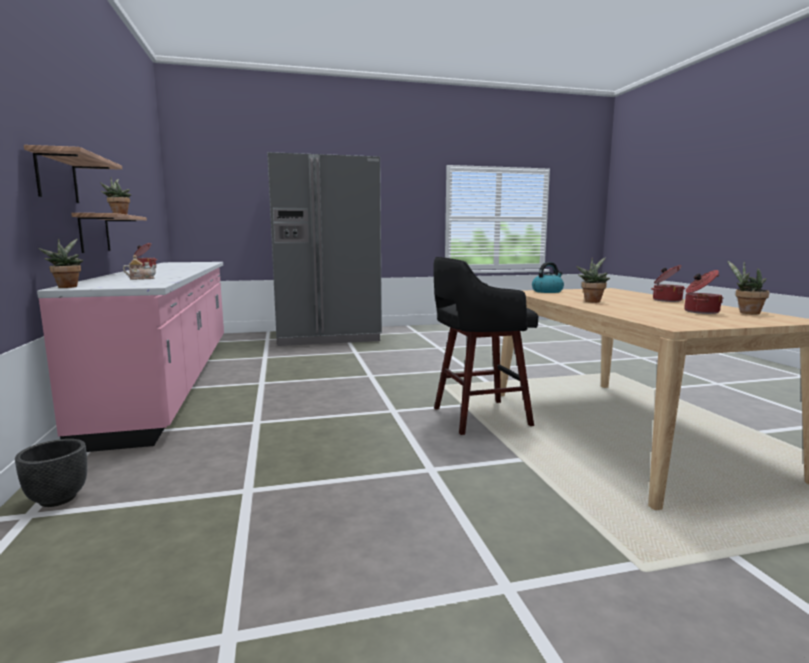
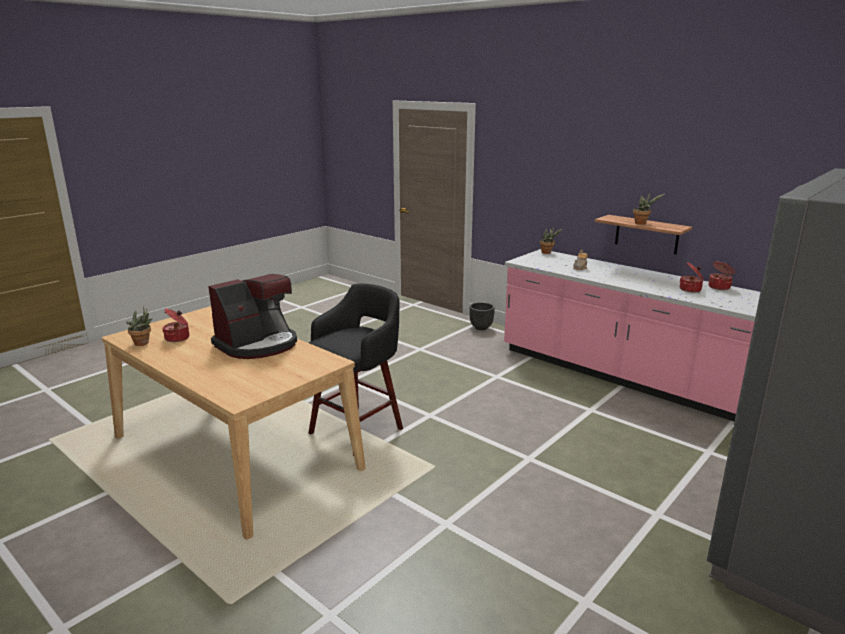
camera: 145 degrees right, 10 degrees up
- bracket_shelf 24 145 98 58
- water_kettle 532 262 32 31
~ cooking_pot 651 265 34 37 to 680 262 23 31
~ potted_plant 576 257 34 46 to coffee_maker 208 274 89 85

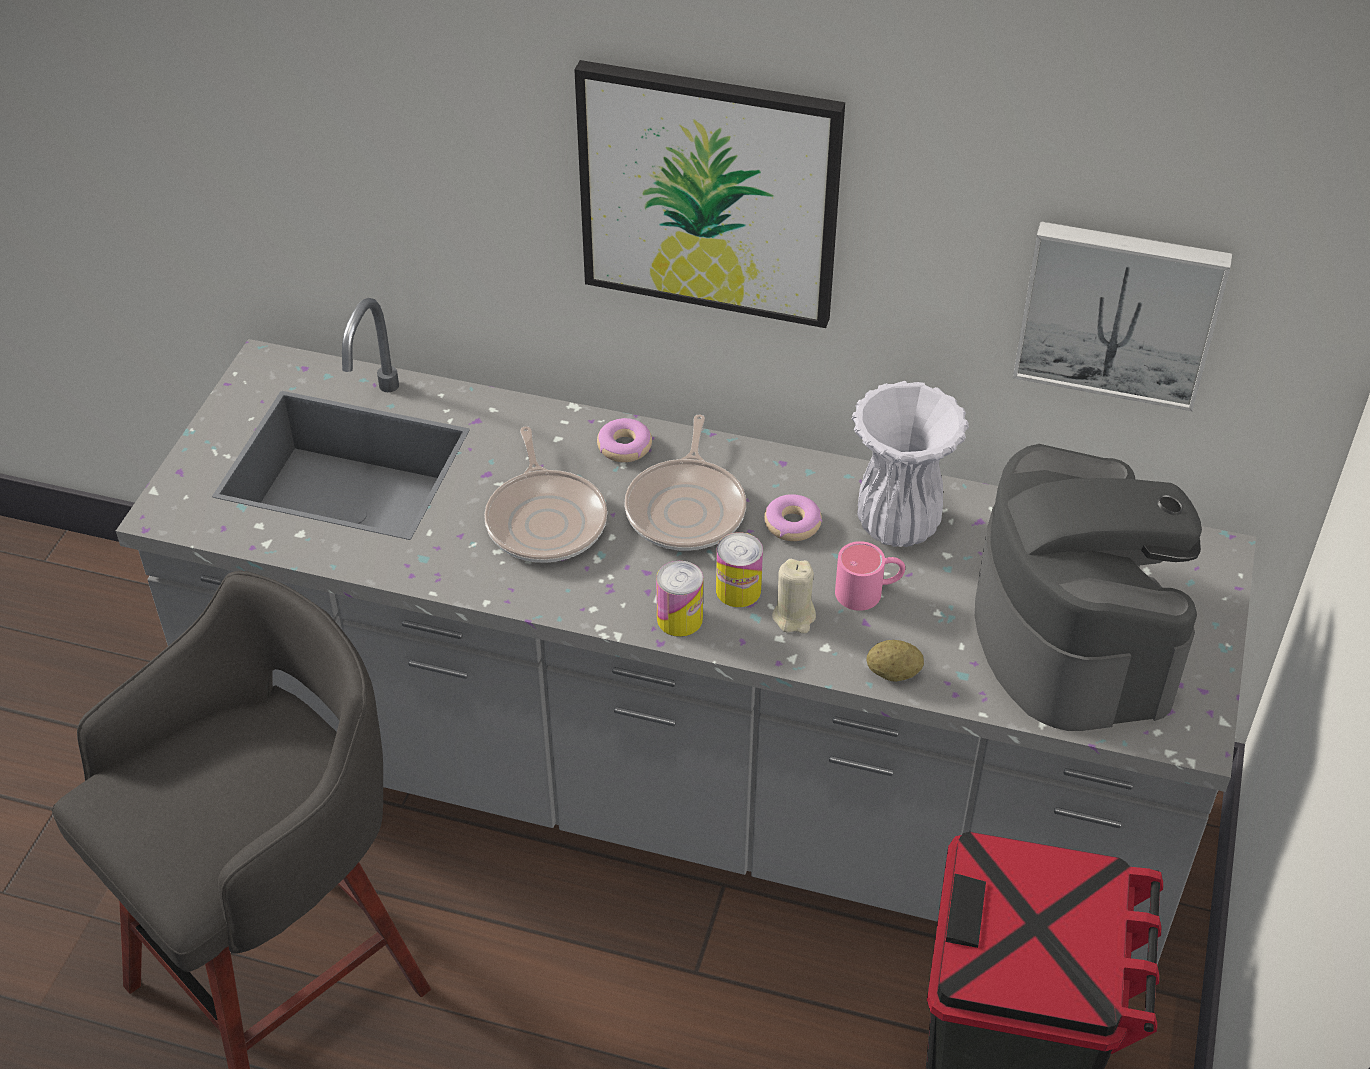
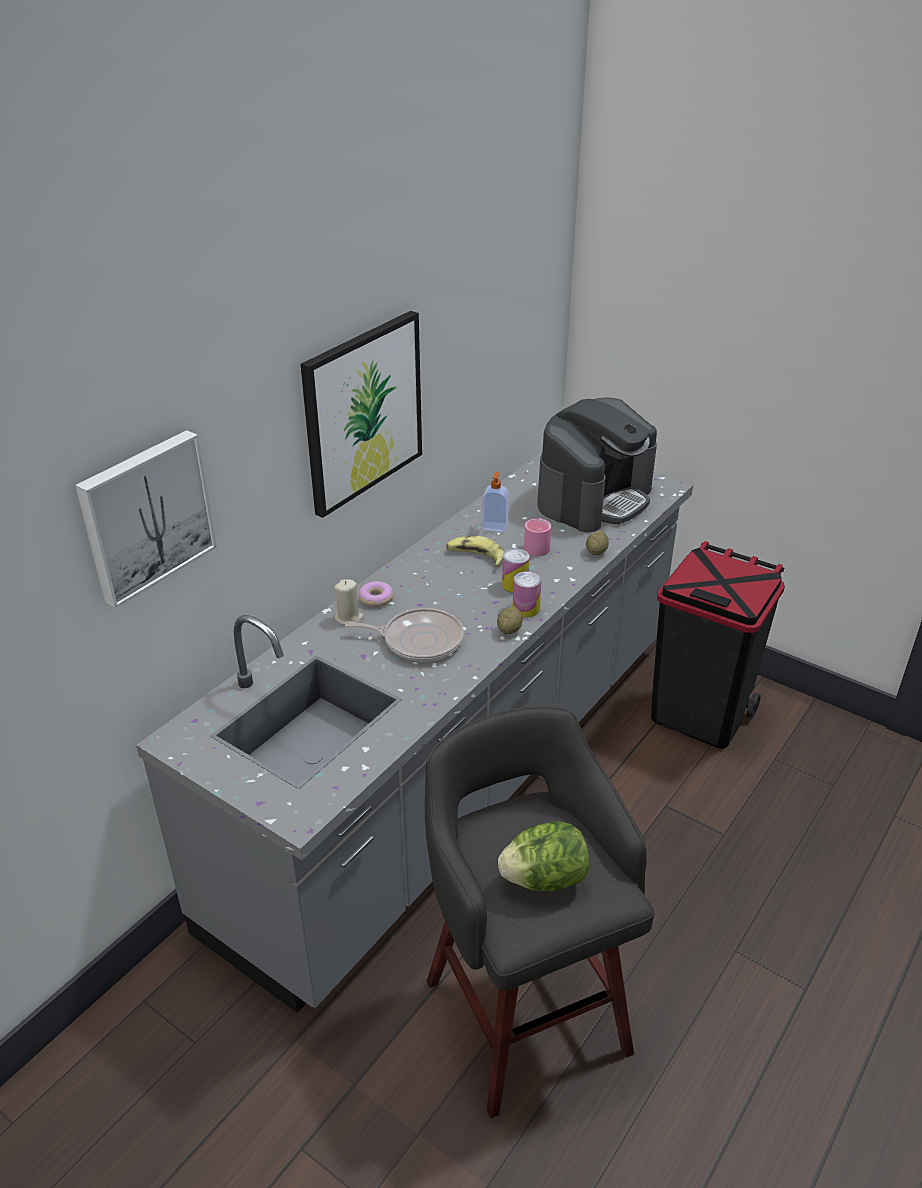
camera: 70 degrees left, 10 degrees down
- pan 624 414 122 137
+ whole_potato 497 607 26 27
+ lettuce 498 821 91 70
~ sand-coloured_wax_light 772 559 44 75 to 334 579 30 46
~ wall_picture 1013 221 219 190 to 75 430 142 178
~ doughnut 764 494 58 47 to banana_fruit 446 536 58 31
~ white_decorative_vase 852 381 117 166 to liquid_soap_bottle 482 472 27 60
~ coffee_maker 975 444 227 287 = 537 397 120 135 120 degrees clockwise

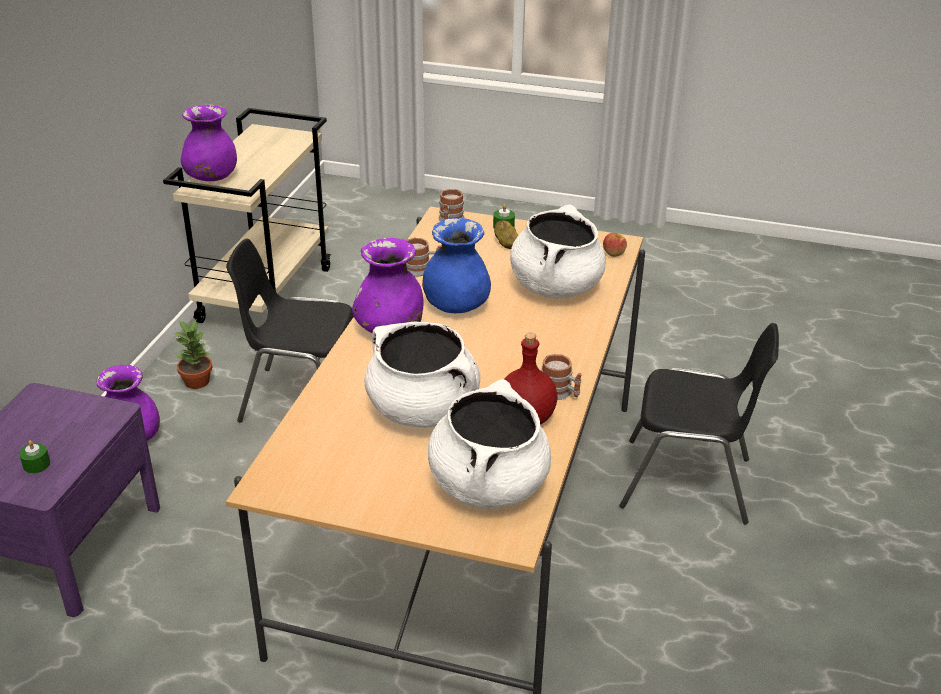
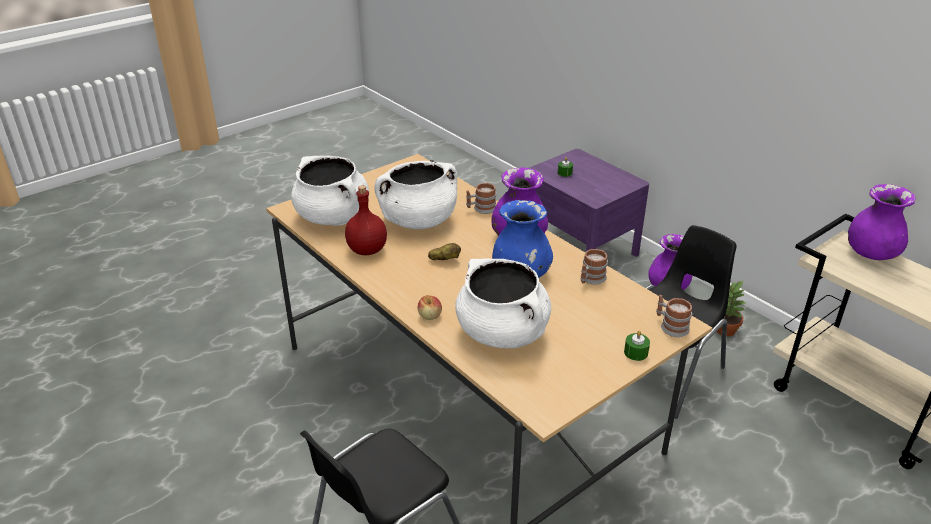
camera: 125 degrees right, 0 degrees up
~ whole_potato 494 220 24 29 to 428 243 33 17
~ tea_mug 541 354 41 46 to 466 183 30 31
~ apple_fruit 603 233 24 24 to 417 295 25 25

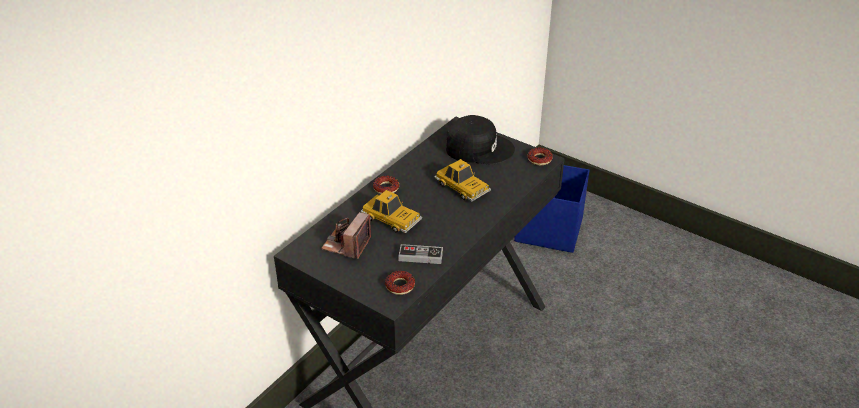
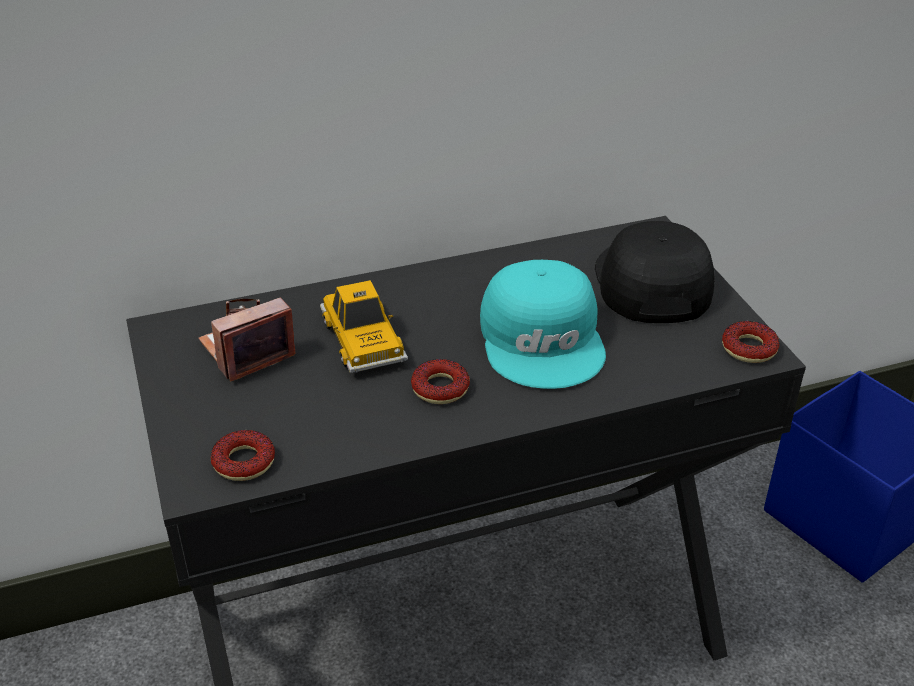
camera: 35 degrees right, 0 degrees up
- gamepad 398 244 45 20
~ doughnut 373 175 26 19 to 411 359 59 45
~ model_car 434 159 57 42 to turquoise_peaked_cap 480 260 126 129
~ blackish_peaked_cap 446 115 69 49 = 595 221 120 102 135 degrees counterclockwise

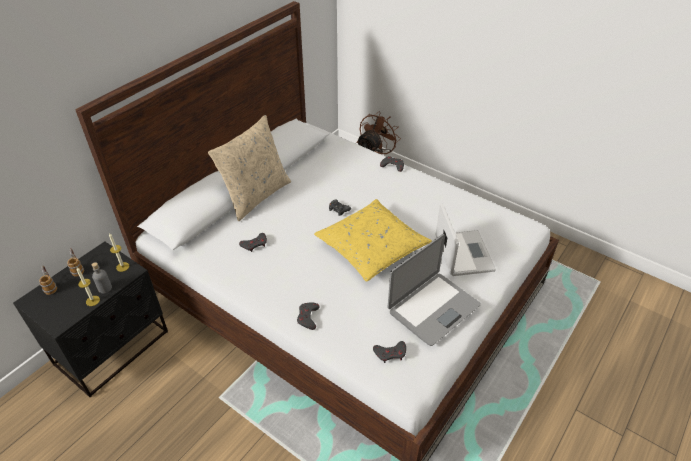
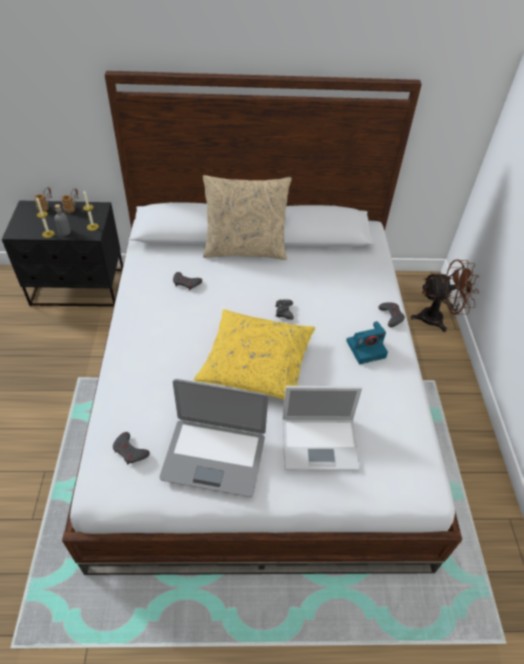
camera: 50 degrees right, 5 degrees up
- grey_gamepad 297 302 22 28
+ still_camera 346 321 42 43
~ notebook_computer 435 203 61 73 = 282 386 80 84 45 degrees clockwise

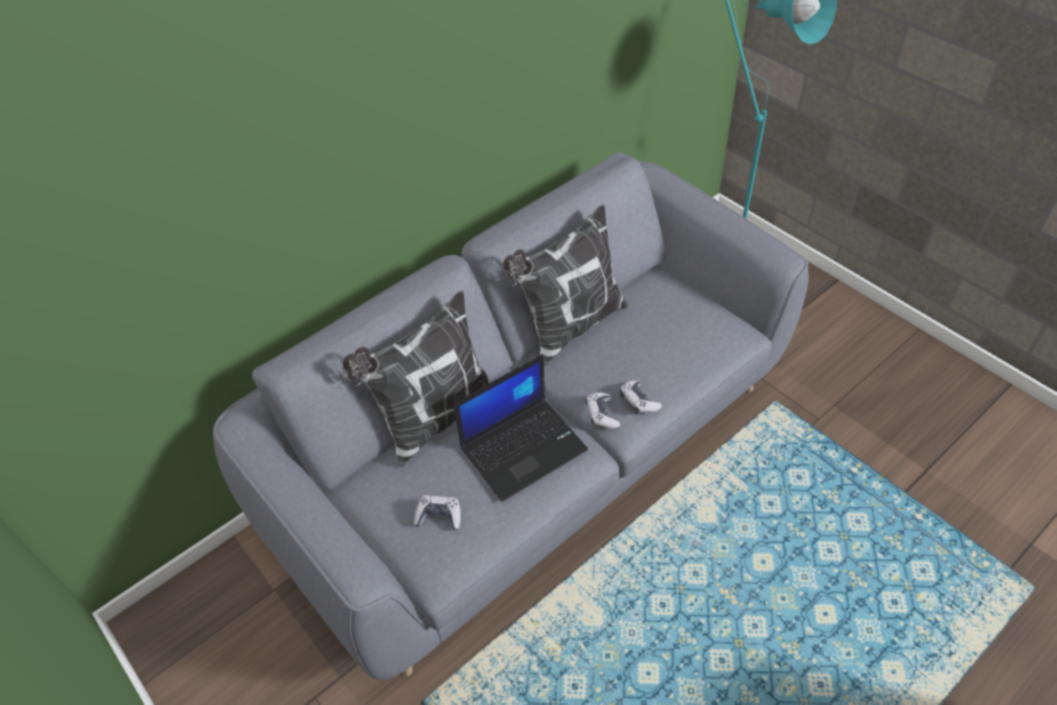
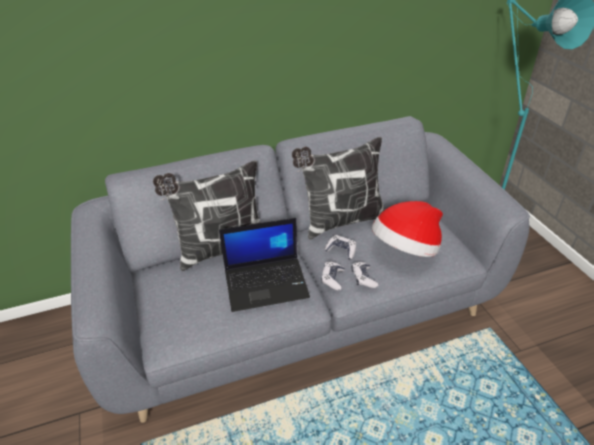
camera: 20 degrees right, 10 degrees down
+ hat 372 201 71 56
~ gamepad 414 495 47 35 to 324 235 32 24

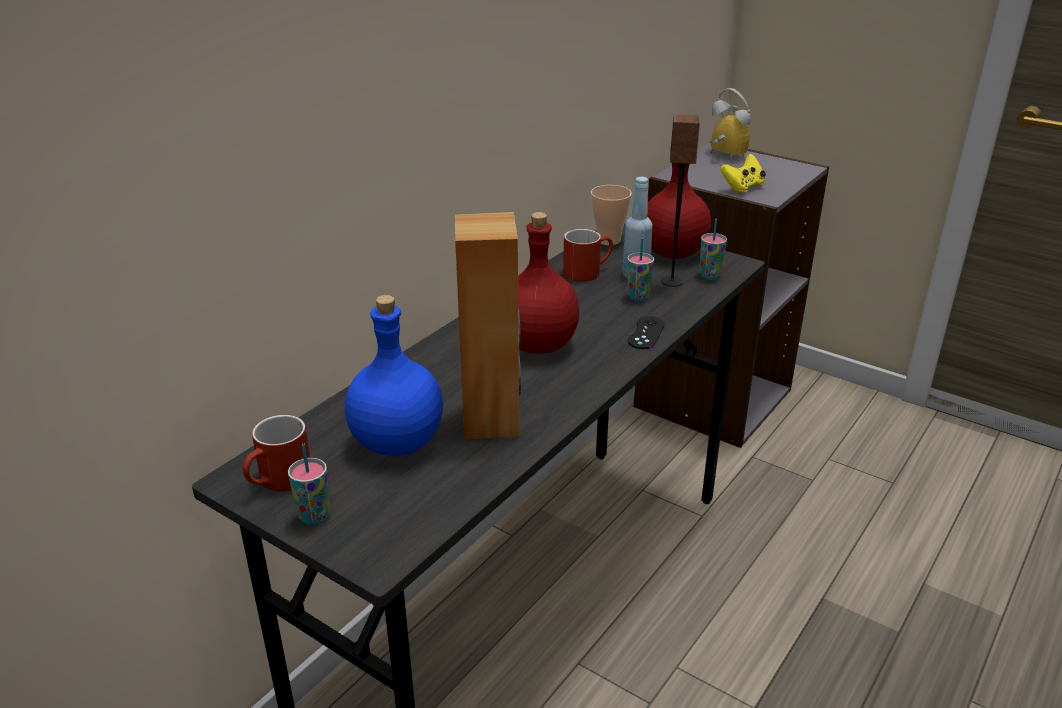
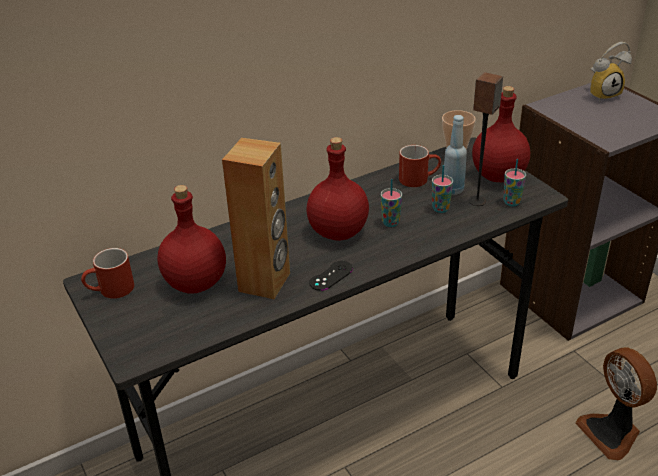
camera: 25 degrees right, 5 degrees up
- yellow_gamepad 720 154 46 39
+ electric_fan 575 347 82 113
~ cup 288 444 42 82 to 381 179 21 48
~ blackish_gamepad 628 316 37 33 to 309 261 44 30
~ bluish_beverage_bottle 345 295 98 161 to red-coloured_beverage_bottle 157 185 69 109
~ bedside_clock 710 88 41 72 = 590 42 42 60 90 degrees clockwise

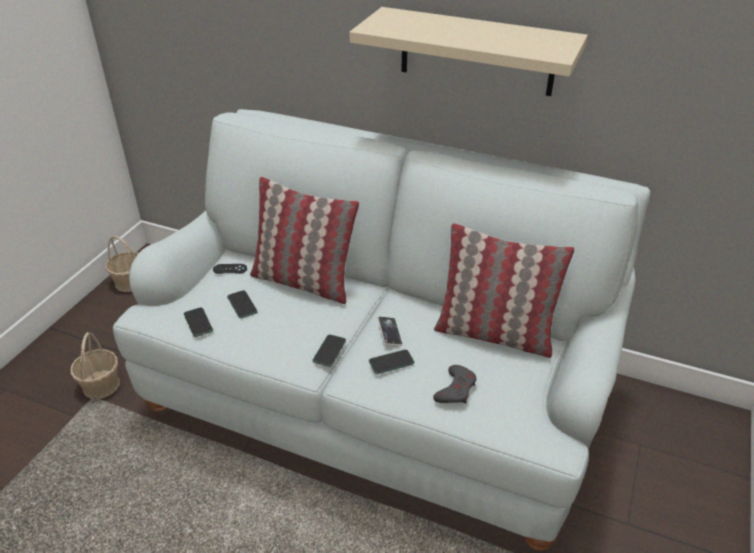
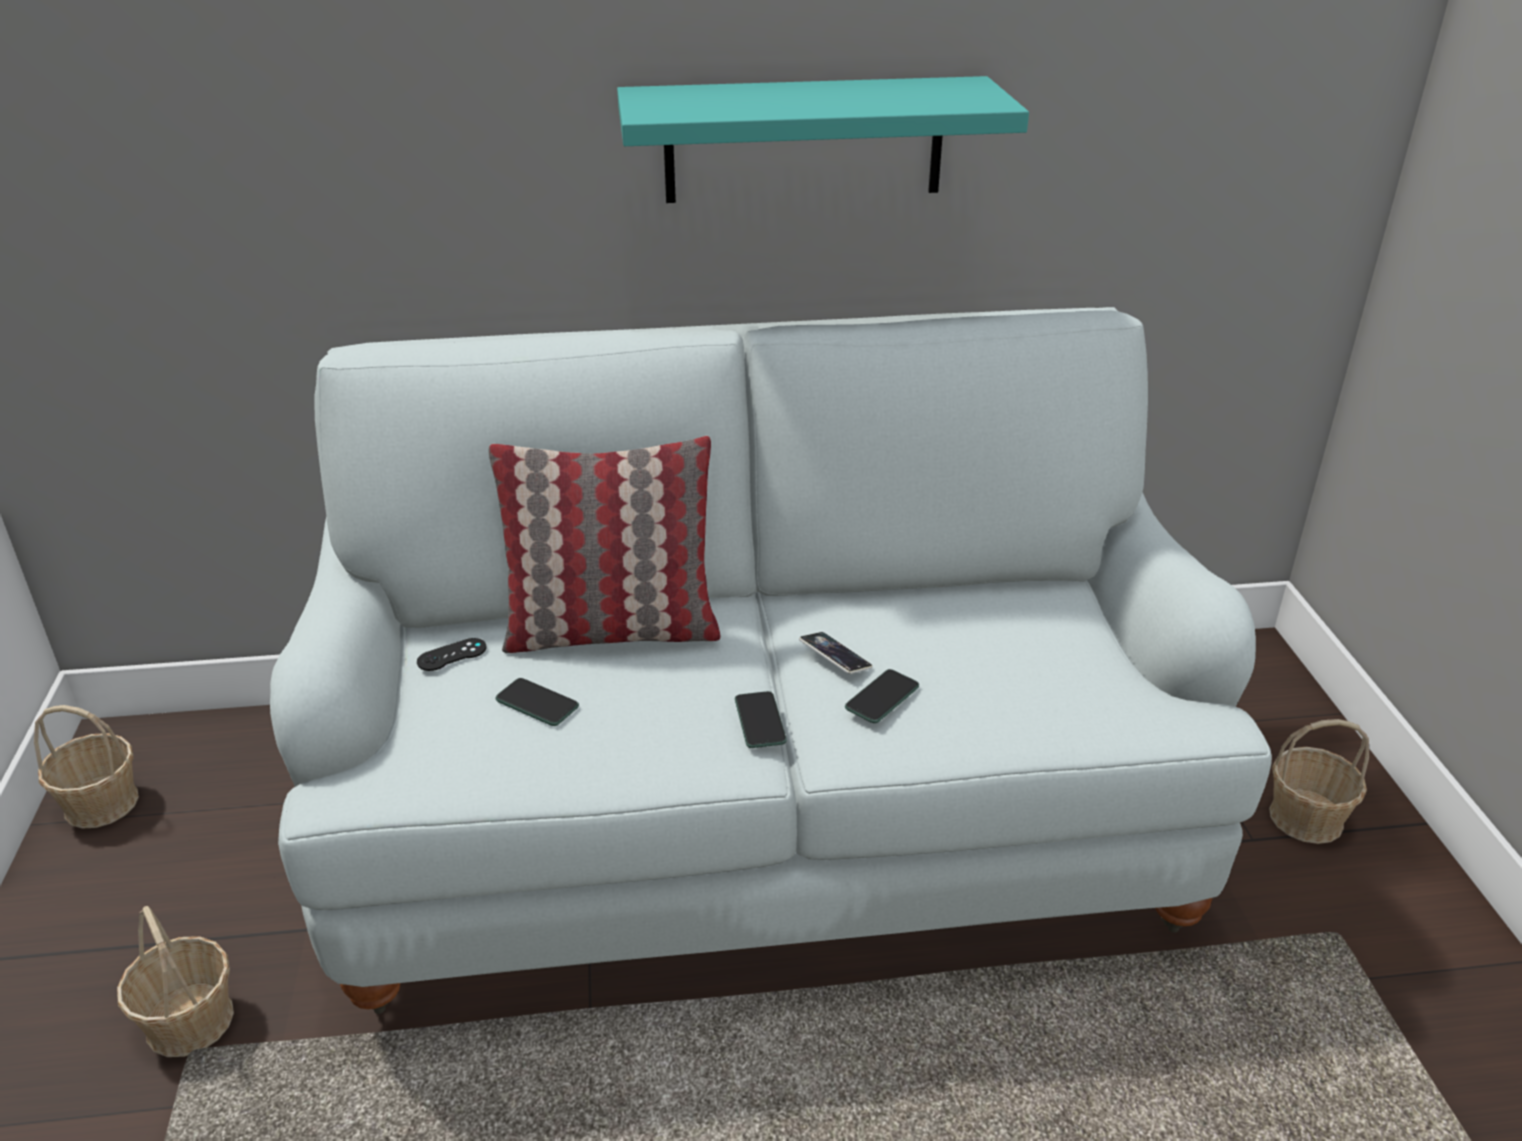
camera: 30 degrees left, 5 degrees down
- handset 184 307 29 30
- grey_gamepad 433 365 43 39
- cushion 434 223 140 135
+ basket 1269 719 100 125
~ sand-coloured_bracket_shelf 350 7 238 89 to turquoise_bracket_shelf 617 76 412 127

